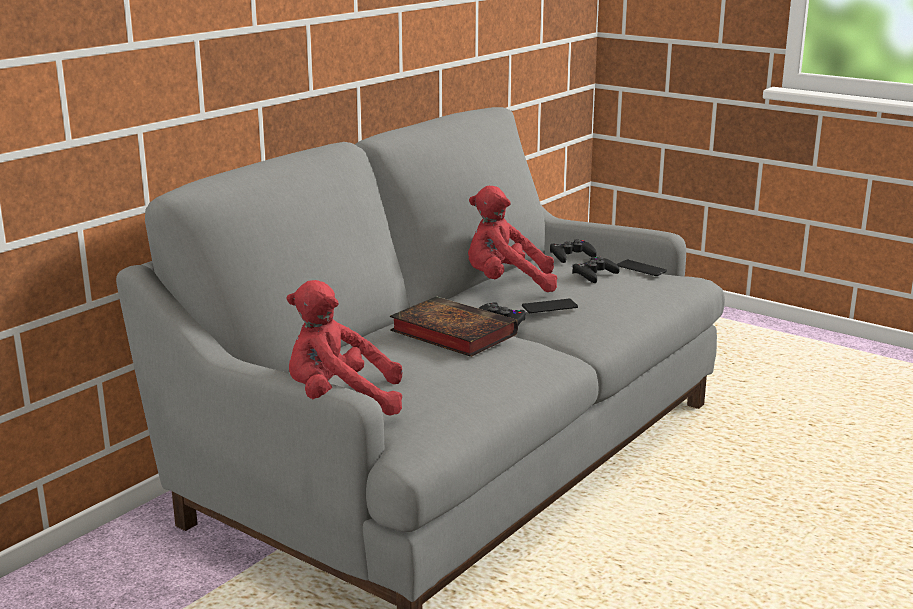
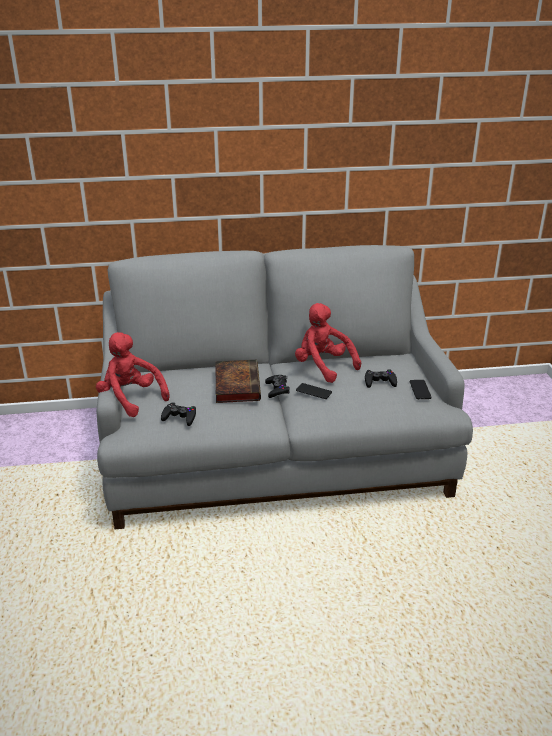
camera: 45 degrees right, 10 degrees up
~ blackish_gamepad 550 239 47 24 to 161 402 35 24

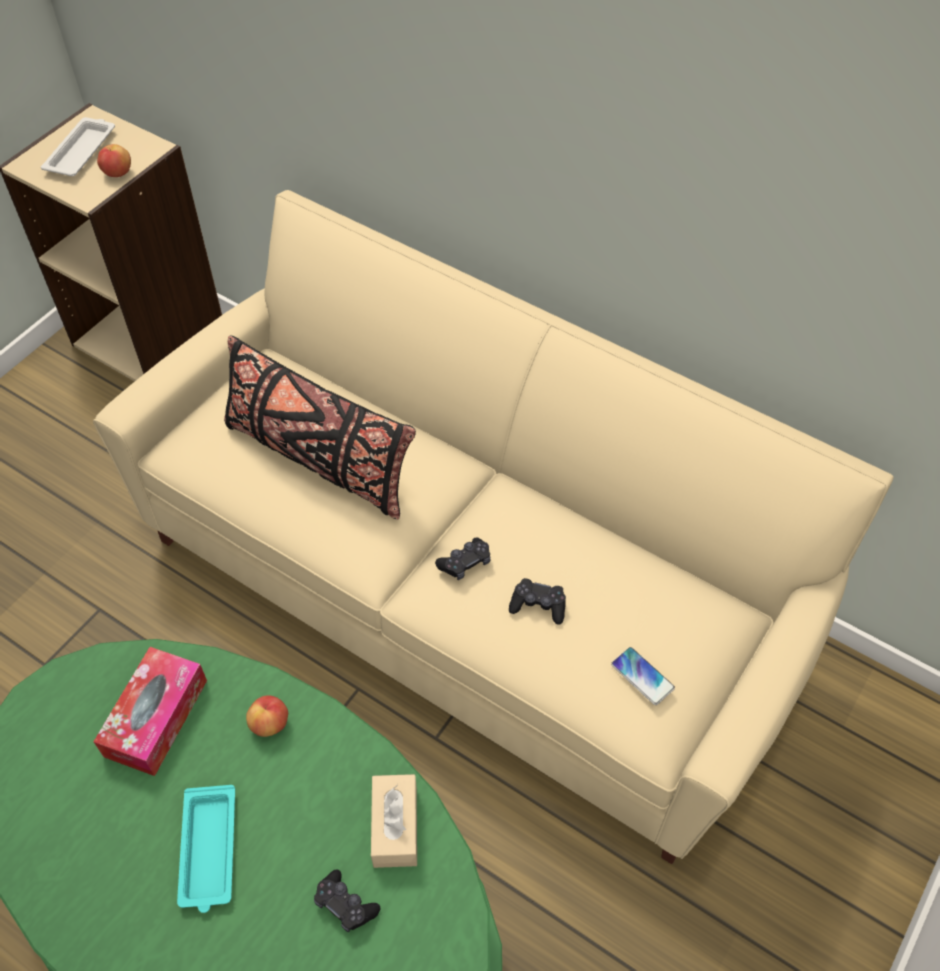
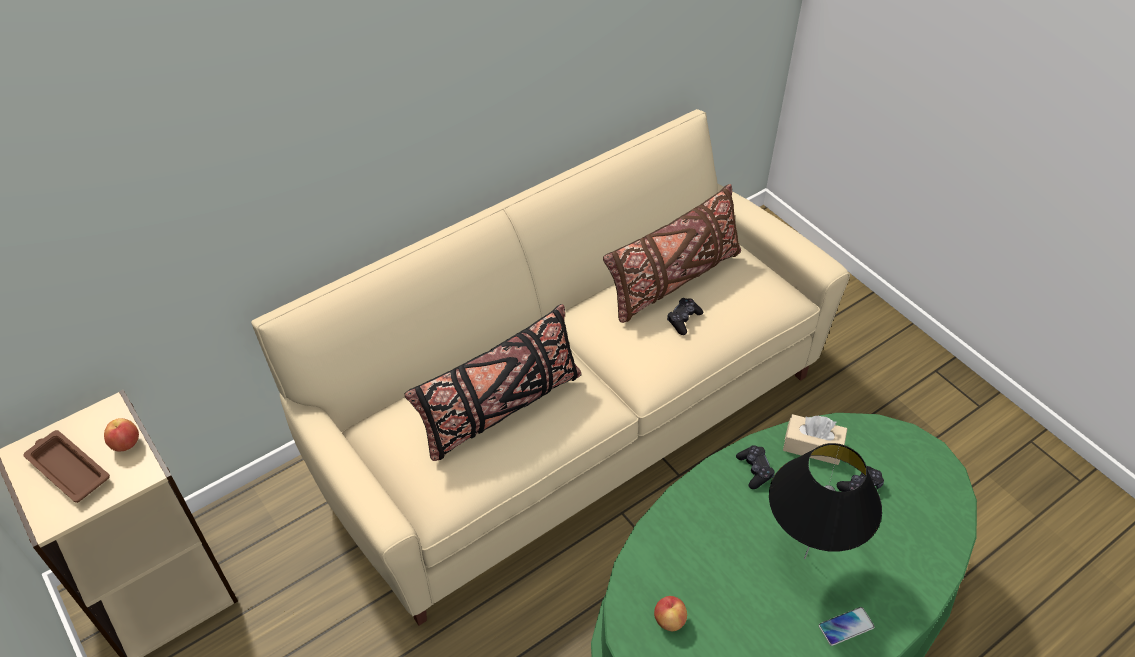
camera: 70 degrees left, 5 degrees down
- box_of_tissues 93 647 114 129
+ brown_cushion 603 184 138 139
~ apple_fruit 246 695 42 42 to 654 596 33 35
~ blackish_gamepad 435 537 56 43 to 736 445 39 44
~ handset 611 647 64 58 to 819 607 56 39
~ turquoise_serving_tray 177 785 58 128 to blackish_table_lamp 769 443 113 116
~ white_serving_tray 41 117 74 59 to brown_serving_tray 23 430 87 73

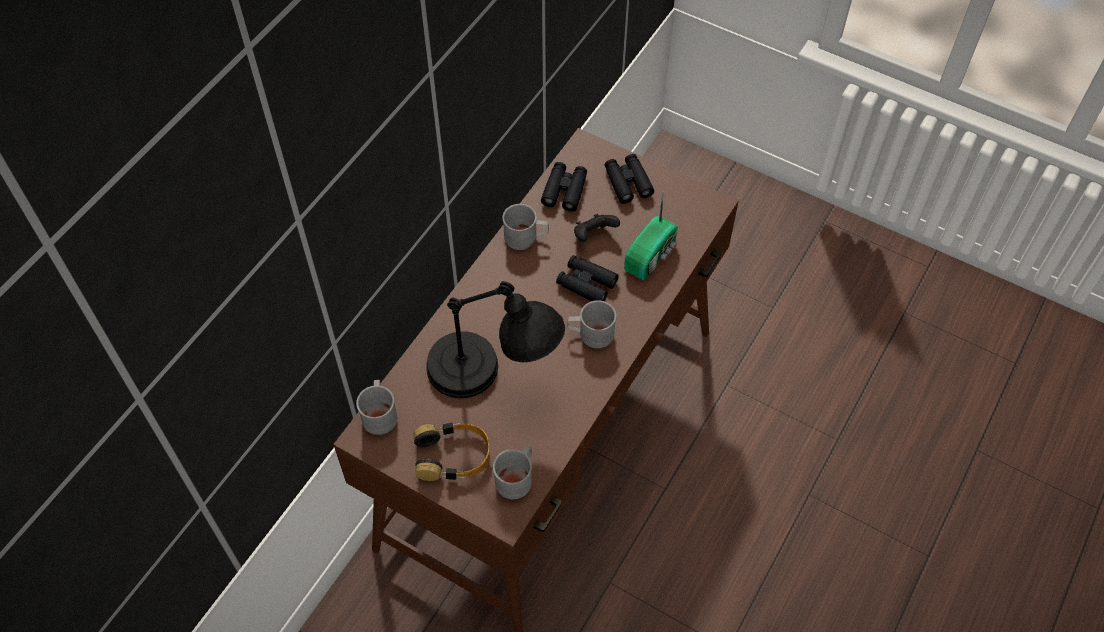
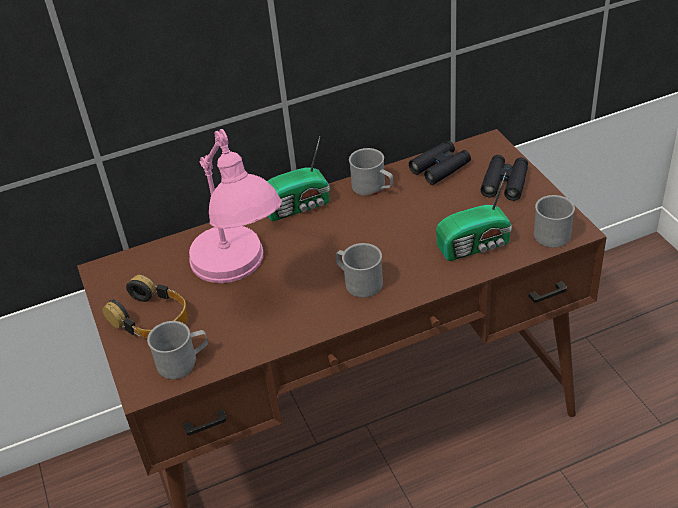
camera: 40 degrees right, 15 degrees down
- blackish_binoculars 556 255 63 46
- blackish_gamepad 574 214 46 28
+ radio_set 267 137 63 84
~ grey_tea_mug 356 380 41 55 to 534 195 41 53
~ blackish_table_lamp 426 281 139 117 to pink-coloured_table_lamp 189 129 93 154

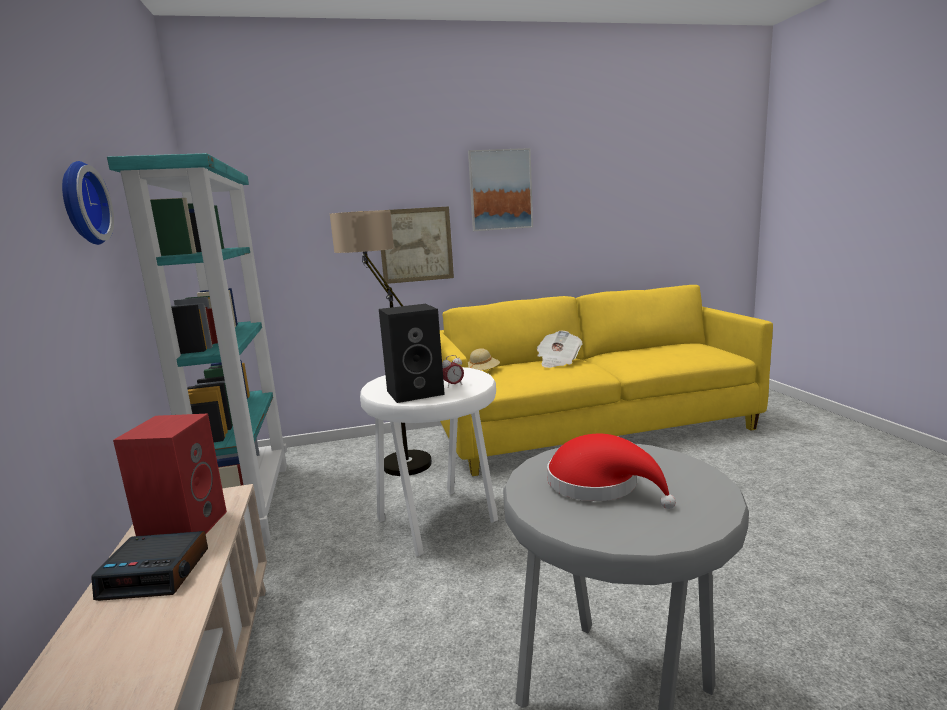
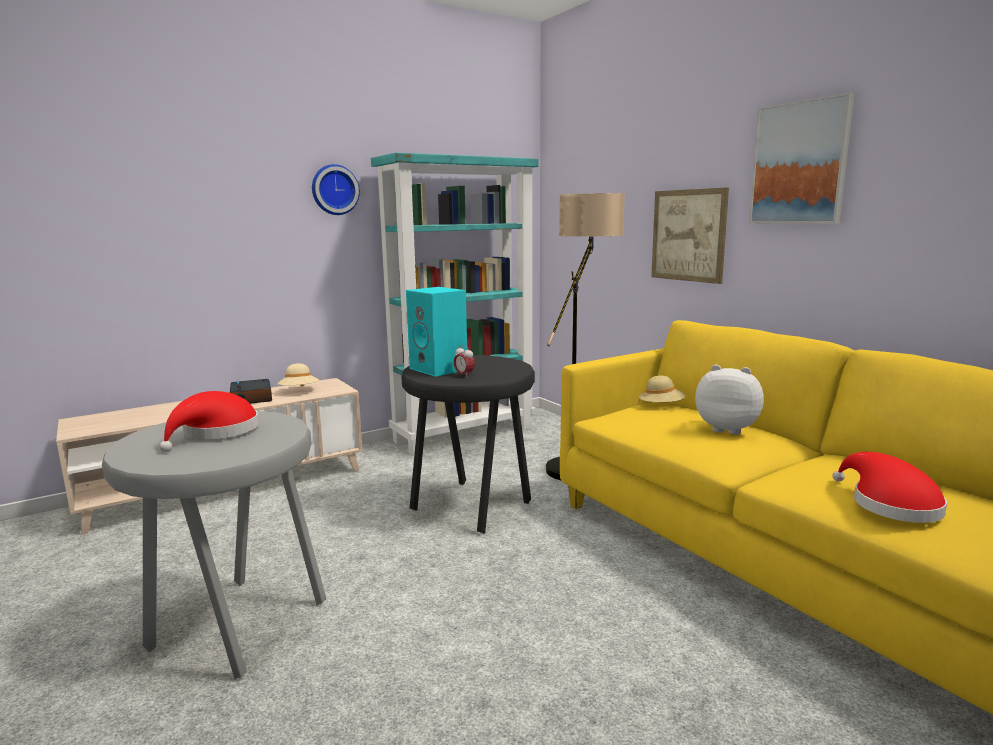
camera: 70 degrees right, 0 degrees up
+ red-coloured_hat 833 452 114 71
~ red-coloured_audio_speaker 113 414 114 122 to sand-coloured_hat 278 363 41 23
~ printed_paper 537 331 45 37 to soft_toy 695 365 69 70
~ white_sitting_stool 360 367 138 189 to blackish_sitting_stool 402 355 133 179
~ blackish_audio_speaker 379 304 66 99 to turquoise_audio_speaker 406 287 61 90

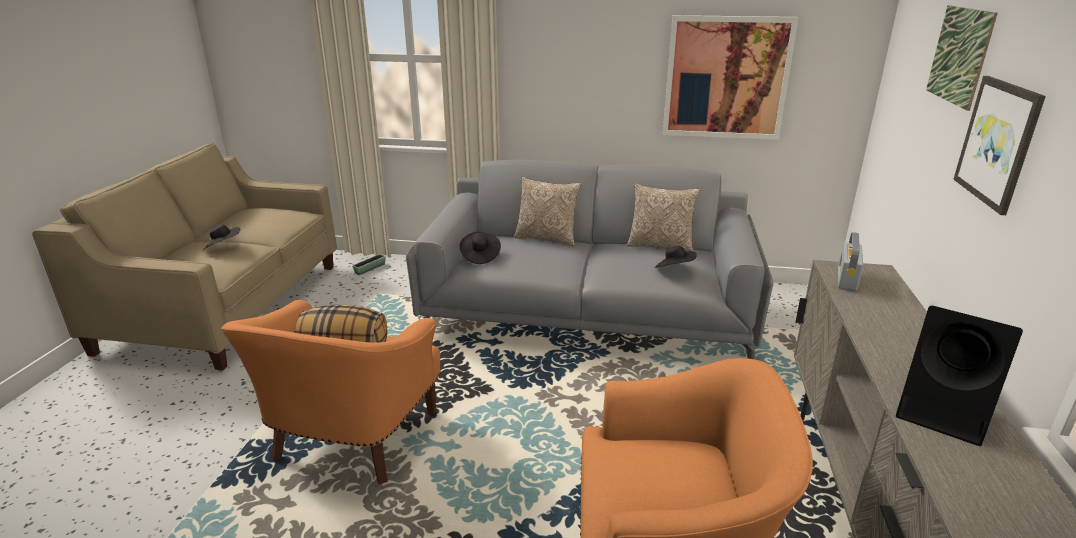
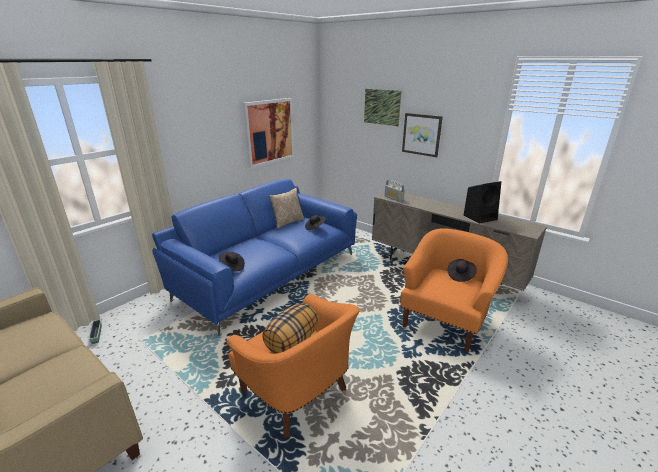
camera: 60 degrees left, 0 degrees up
- cushion 514 177 68 70
~ blackish_hat 203 225 37 25 to 448 259 29 23
~ grey_settee 406 160 367 199 to bluish_settee 152 179 205 157

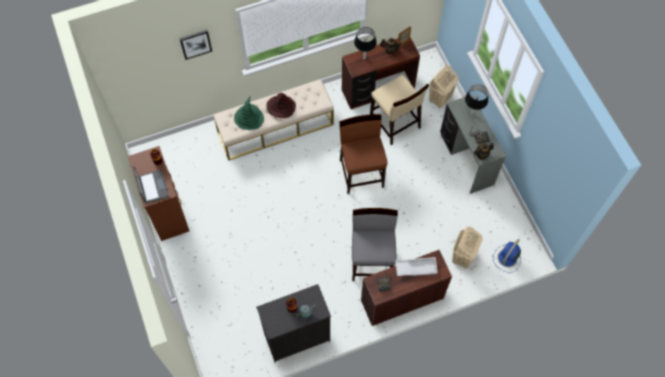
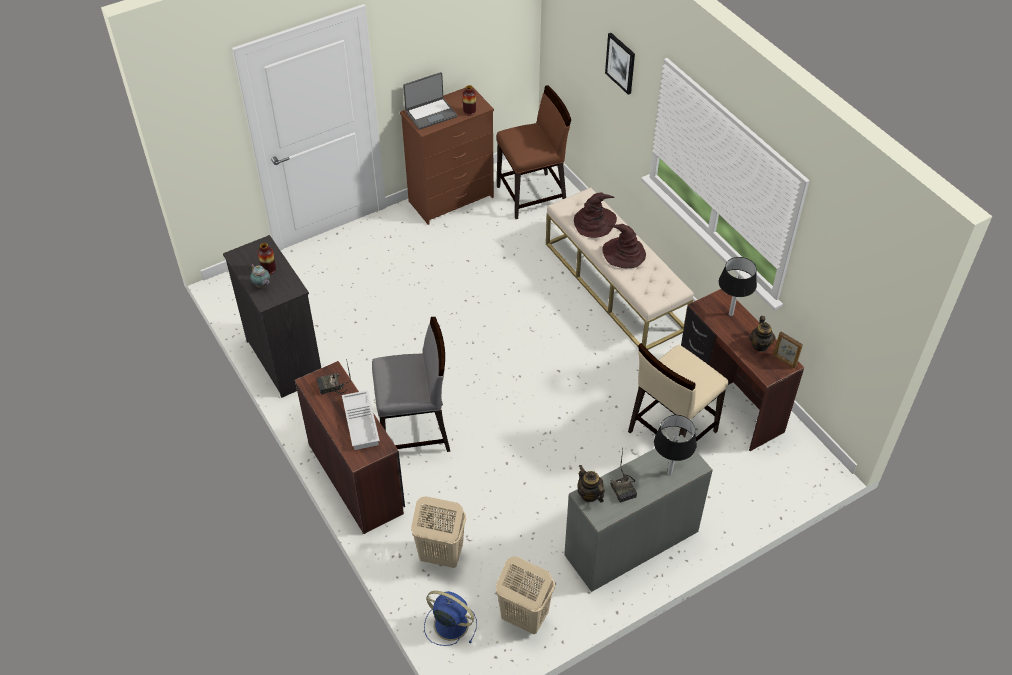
camera: 80 degrees right, 15 degrees down
~ brown_chair 339 114 48 80 to 497 85 74 134
~ sand-coloured_hamper 429 65 30 43 to 496 557 59 77
~ green_hat 234 96 30 34 to brown_hat 574 193 43 45

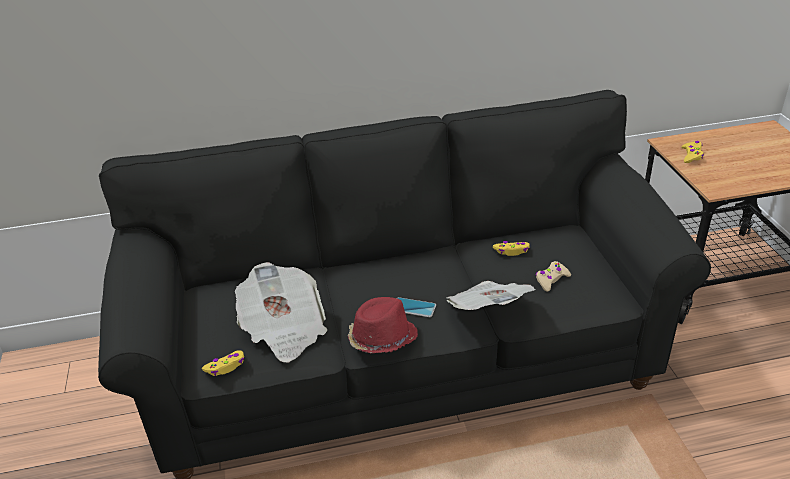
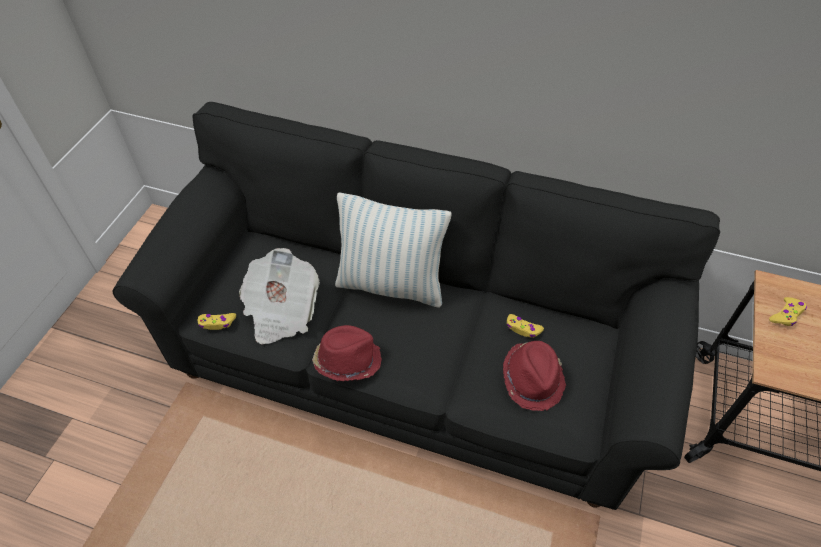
camera: 30 degrees right, 15 degrees up
- handset 397 297 39 20
- printed_paper 447 281 89 29
+ cushion 335 193 116 115
~ sand-coloured_gamepad 535 261 36 31 to red-coloured_hat 503 341 63 70

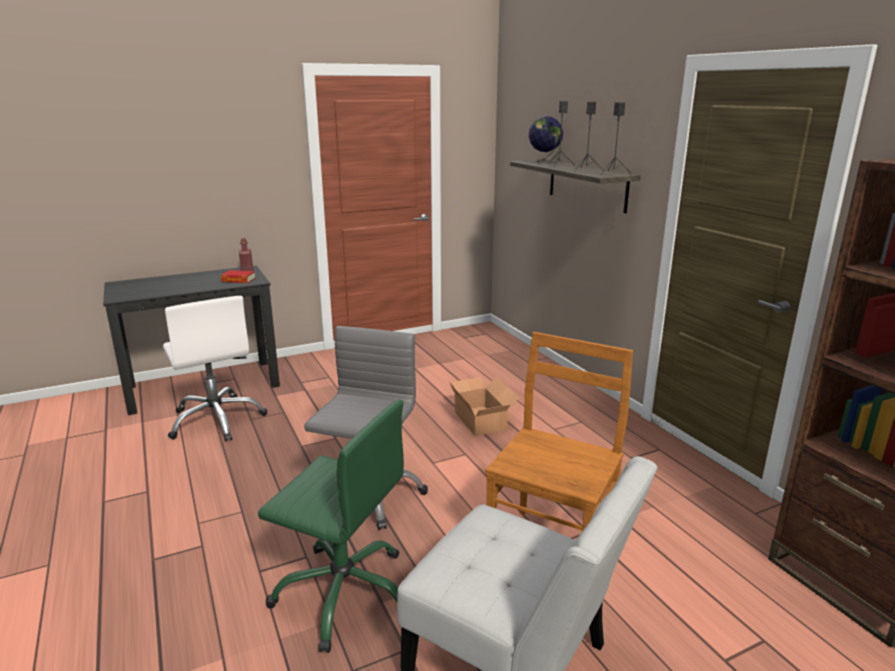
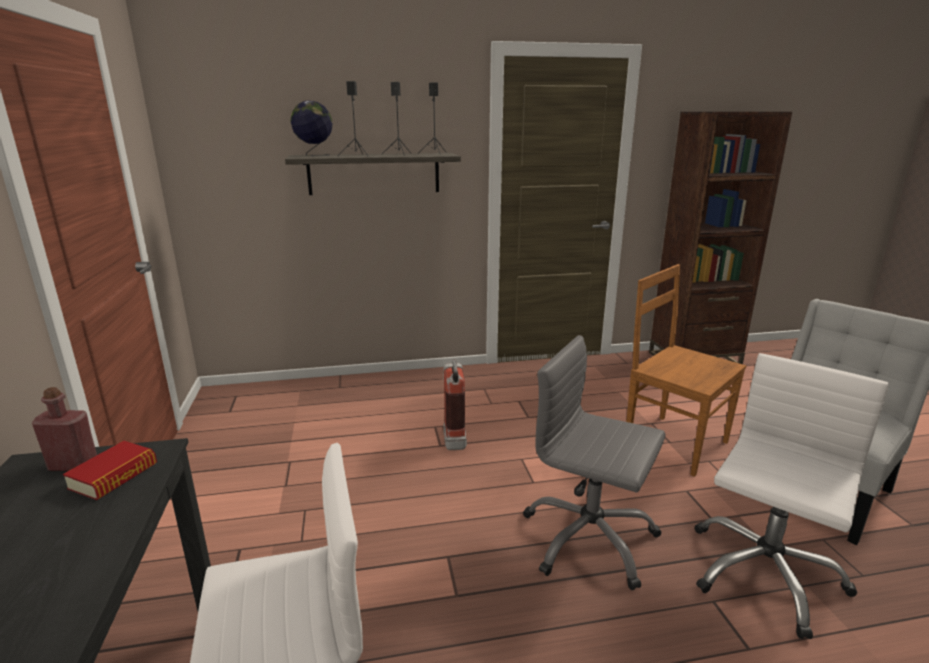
camera: 75 degrees left, 0 degrees up
~ packing_box 449 377 70 59 to fire-fighting_cylinder 443 359 24 91
~ green_office_chair 258 400 146 253 to white_office_chair 694 353 195 286

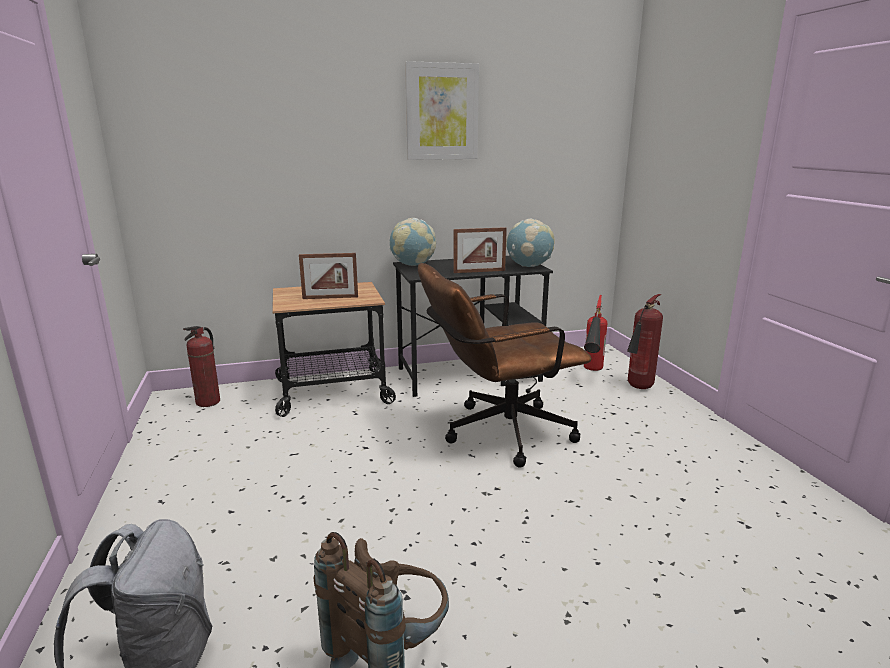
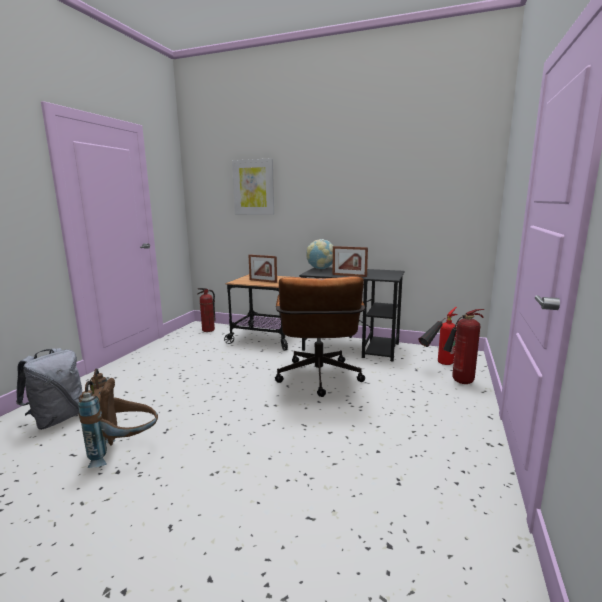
camera: 35 degrees right, 5 degrees down
- world_globe 506 218 49 49
~ wall_picture 405 61 74 99 to 232 158 42 57
~ brown_office_chair 418 263 174 204 = 275 276 90 121 105 degrees counterclockwise

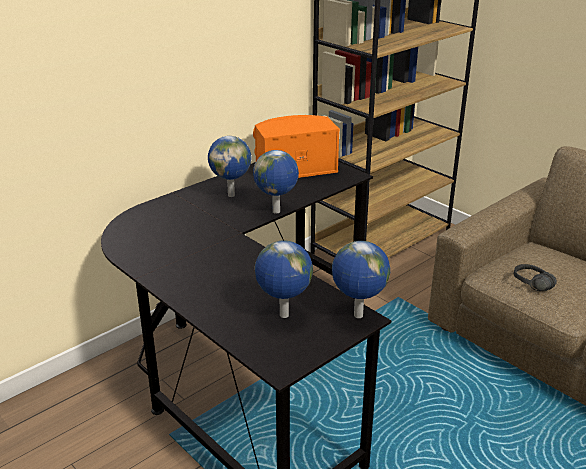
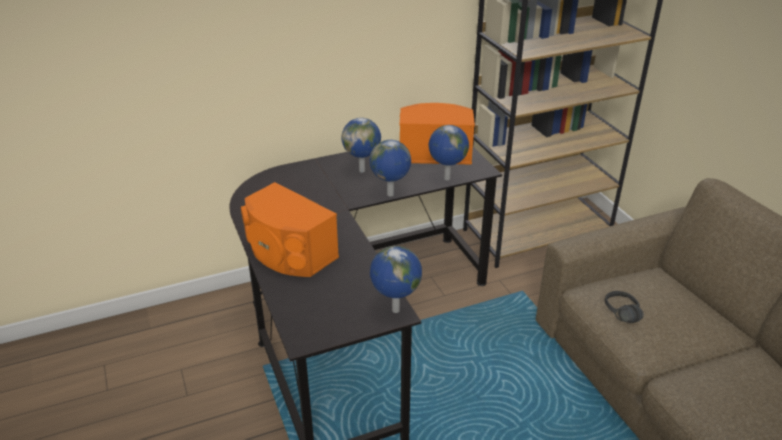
camera: 20 degrees right, 5 degrees up
+ orange_audio_speaker 241 182 98 95
~ world_globe 255 240 58 78 to 429 125 40 55

